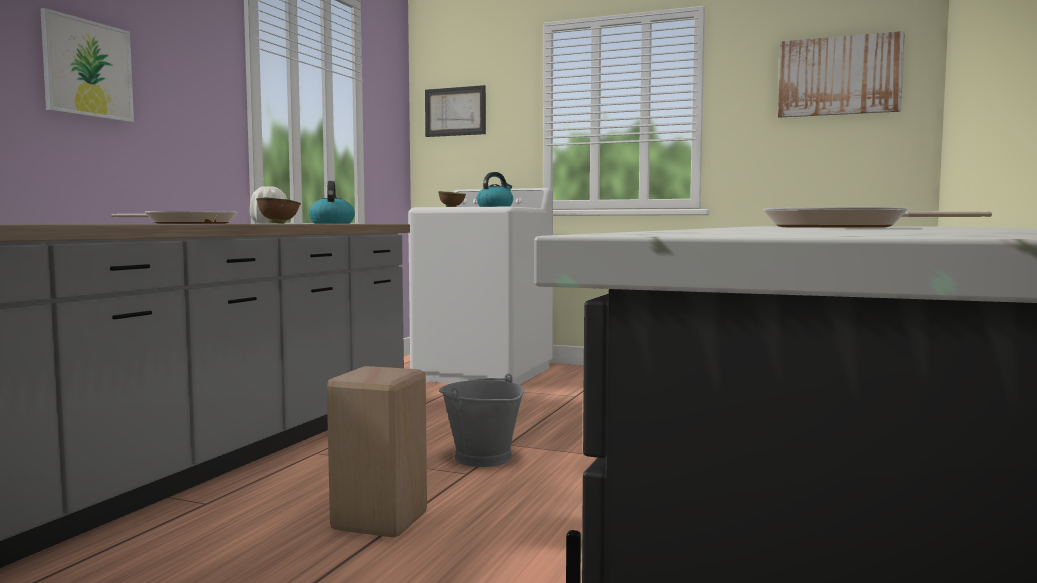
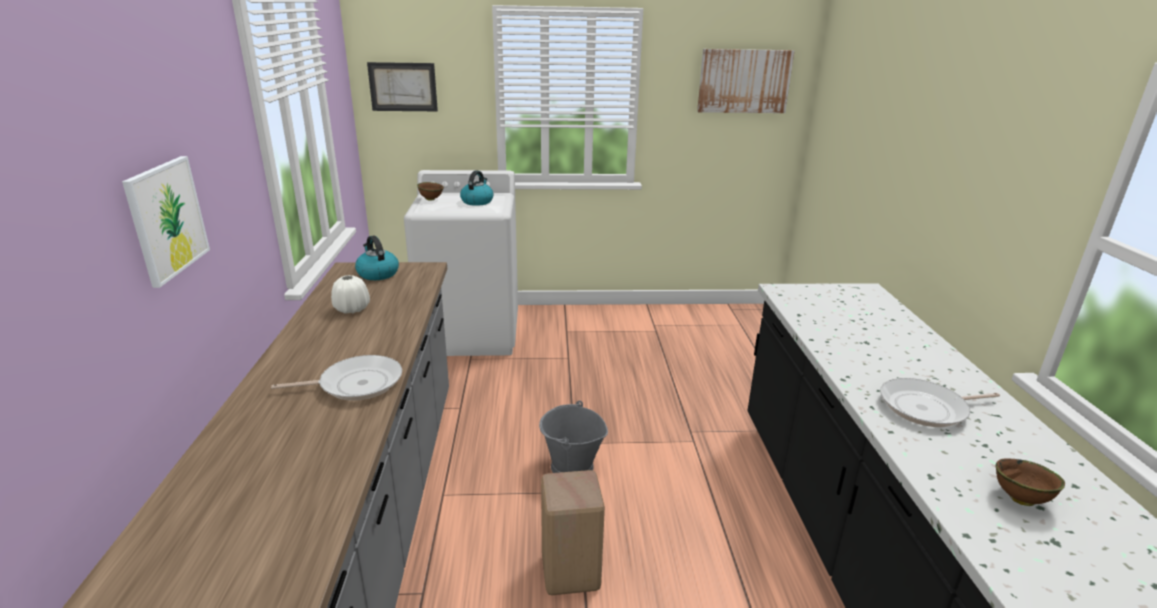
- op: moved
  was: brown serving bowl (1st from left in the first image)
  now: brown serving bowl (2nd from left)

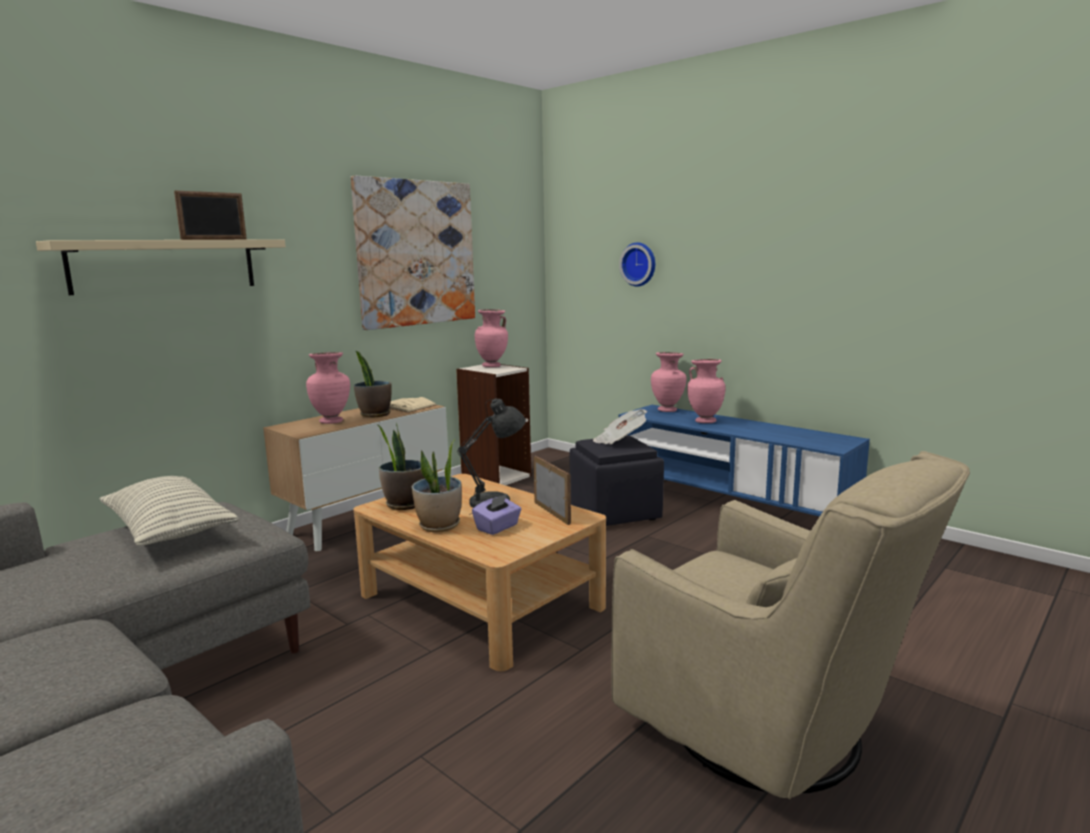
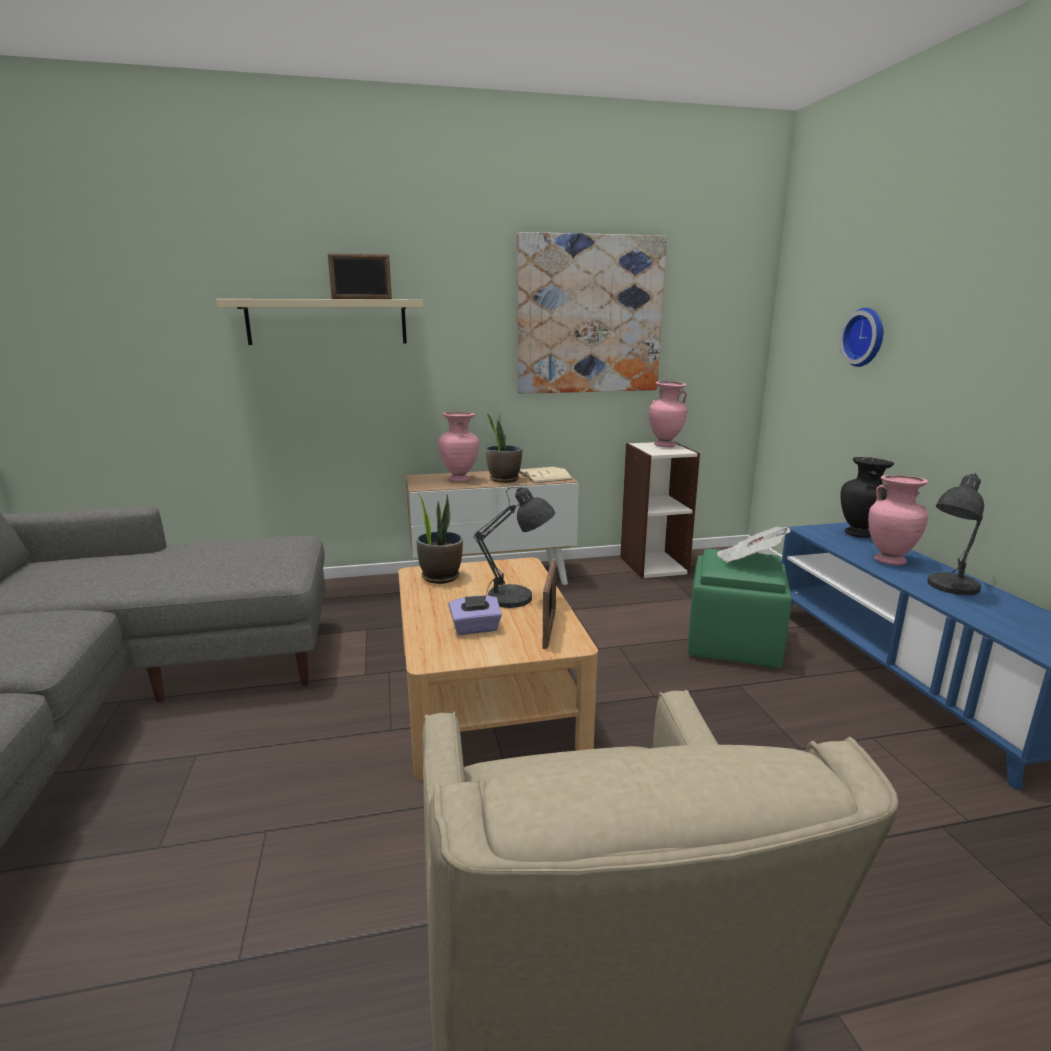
- op: removed
  was: cushion
- op: removed
  was: plant in a pot (3rd from left)
- op: recoloured
  was: black-coloured ottoman
  now: green ottoman
- op: recoloured
  was: pink-coloured decorative vase (3rd from left)
  now: black-coloured decorative vase
- op: added
  now: gray table lamp (2nd from left)

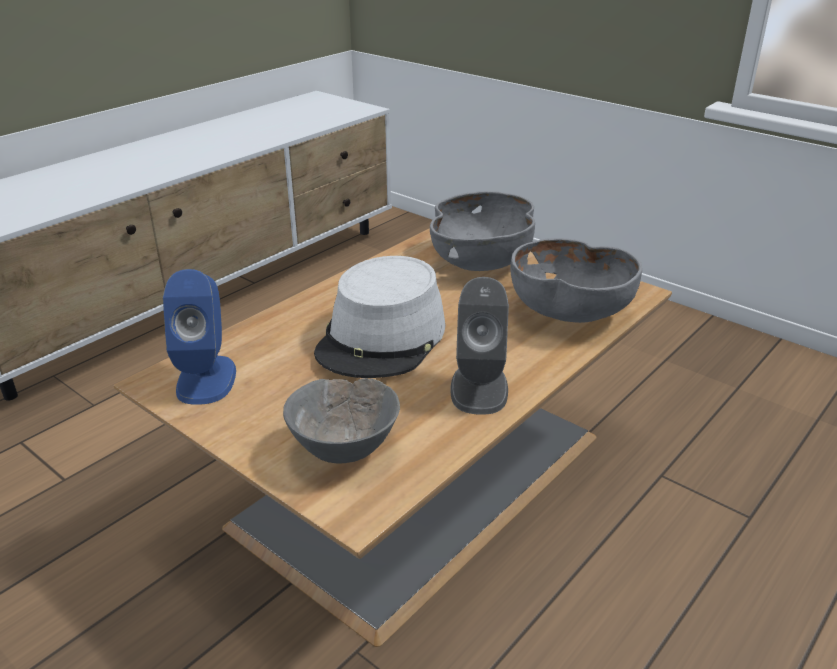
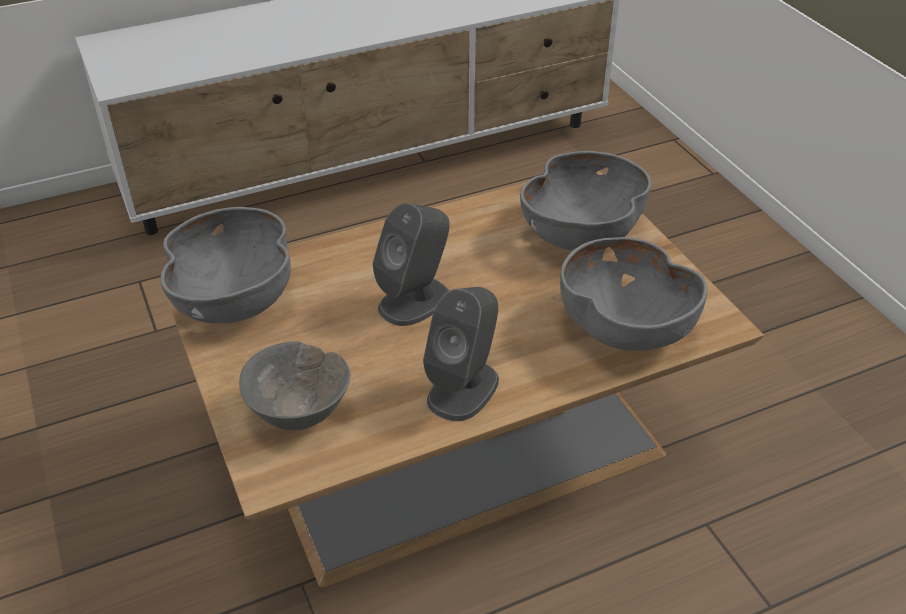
- op: replaced
  was: blue-coloured speaker
  now: gray serving bowl (1st from left)
- op: replaced
  was: gray clothing hat
  now: gray speaker (1st from left)

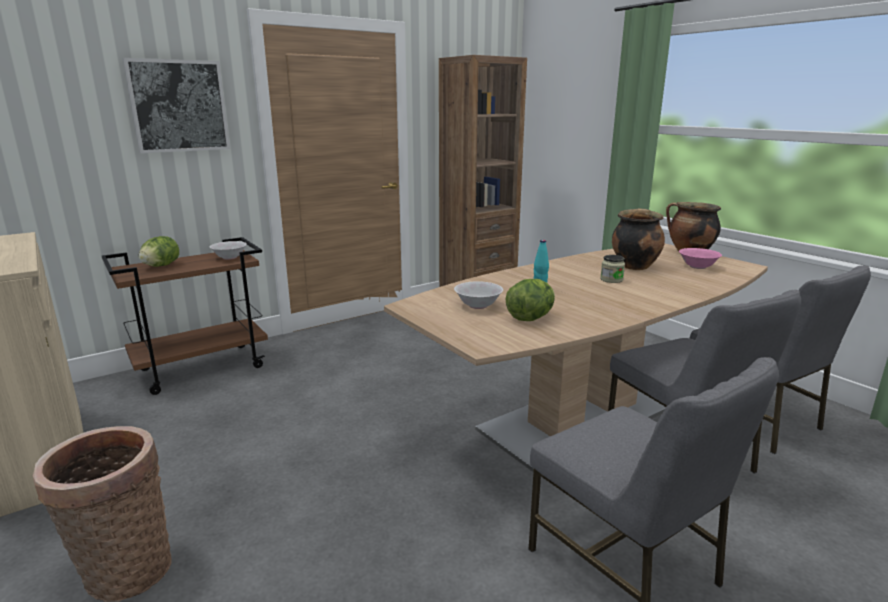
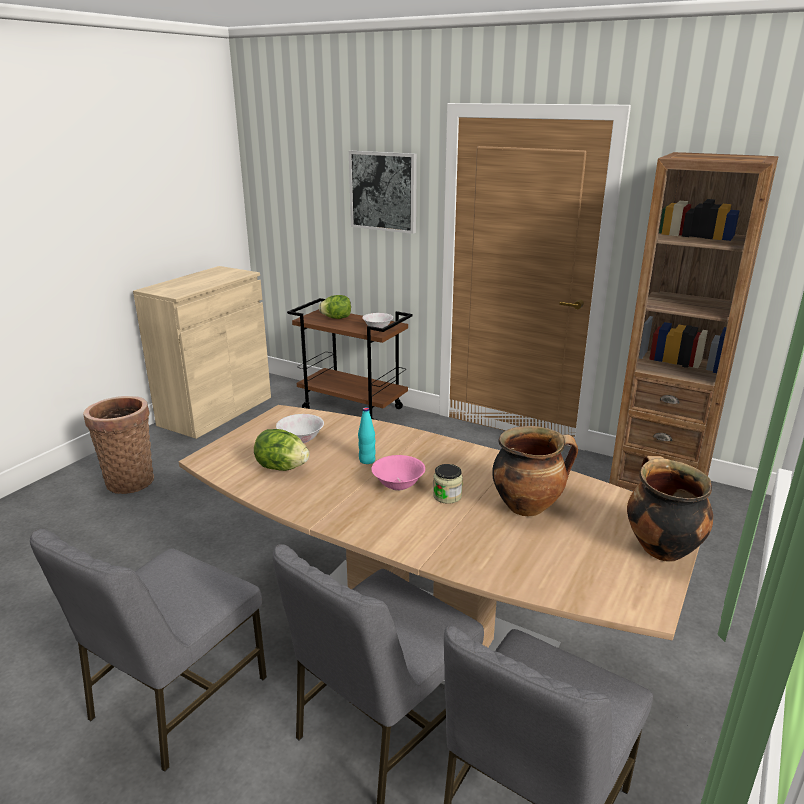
- op: moved
  was: pink-coloured serving bowl

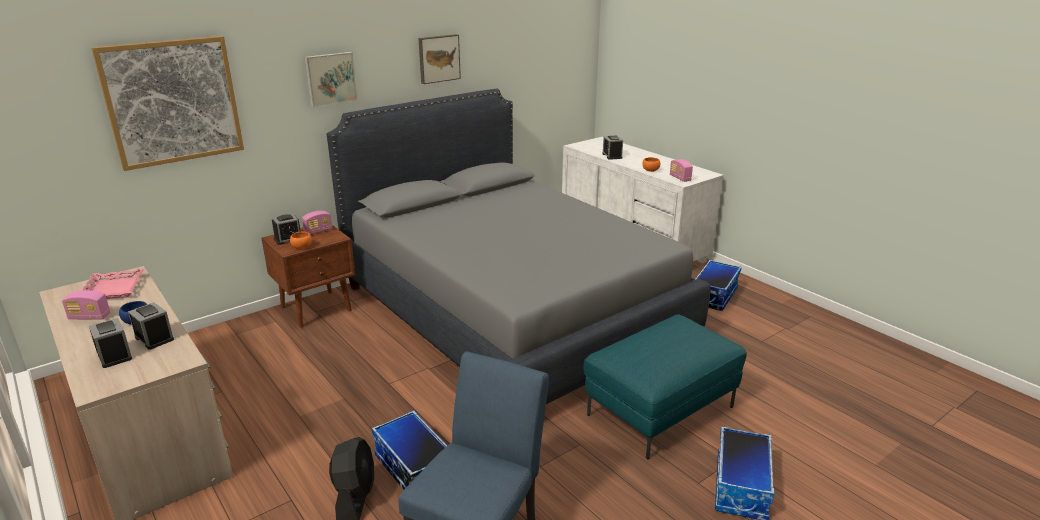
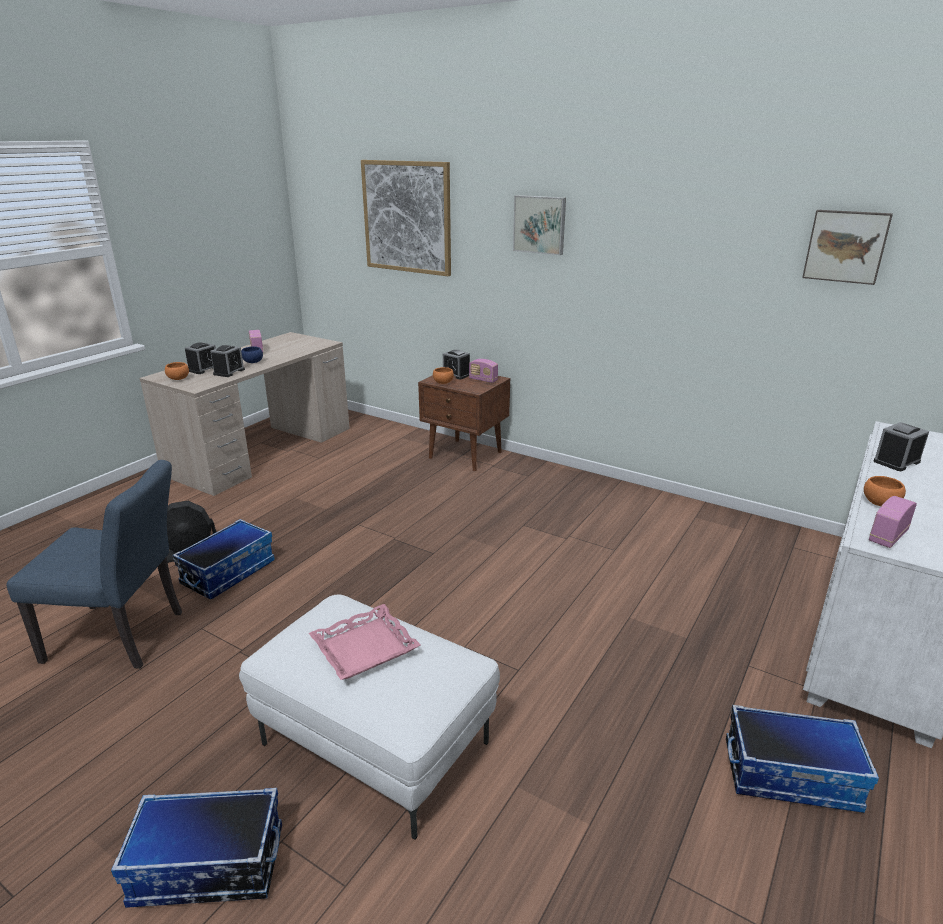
- op: moved
  was: pink-coloured tray
- op: removed
  was: gray bedroom bed
- op: moved
  was: wall art (3rd from left)
- op: recoloured
  was: turquoise ottoman
  now: whitish ottoman
- op: added
  now: orange serving bowl (1st from left)

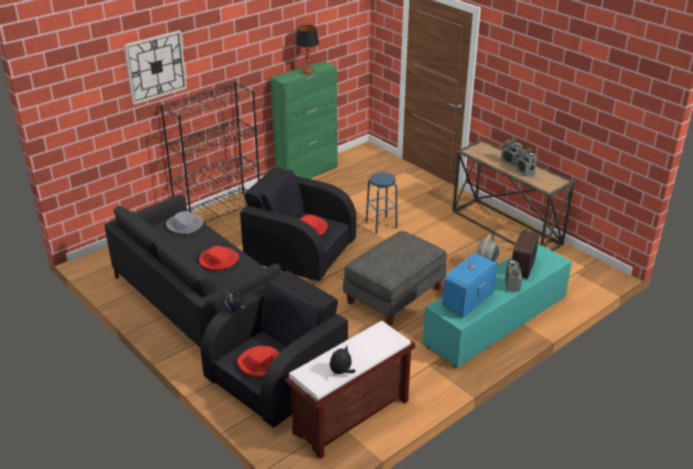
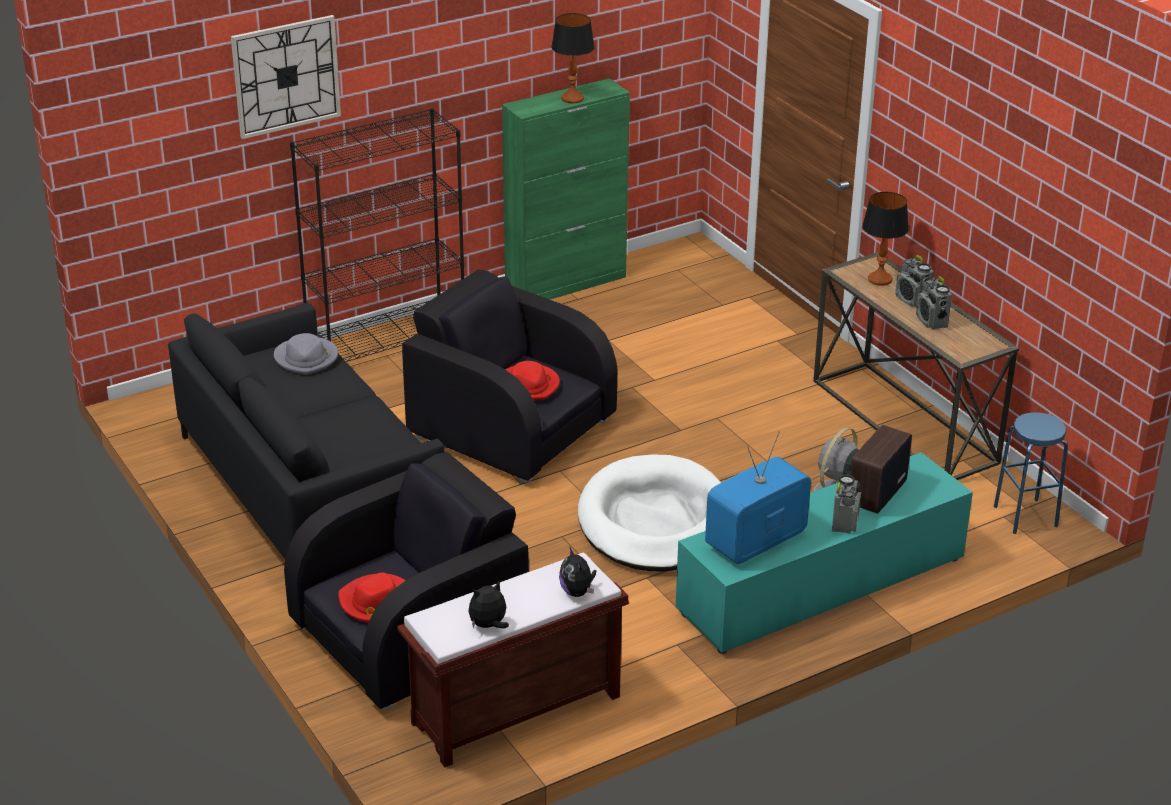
- op: removed
  was: red clothing hat (1st from left)
- op: moved
  was: plush toy (1st from left in the first image)
  now: plush toy (2nd from left)
- op: replaced
  was: gray ottoman
  now: whitish dog cushion
- op: moved
  was: blue-coloured sitting stool
- op: added
  now: table lamp (2nd from left)

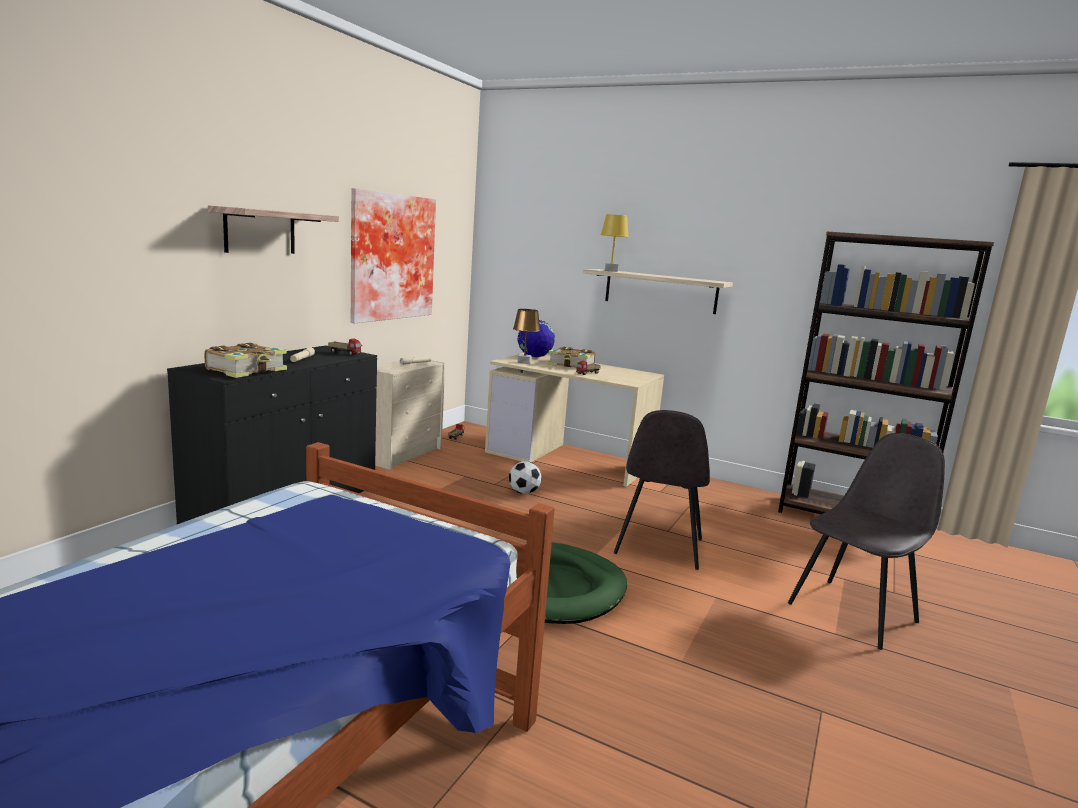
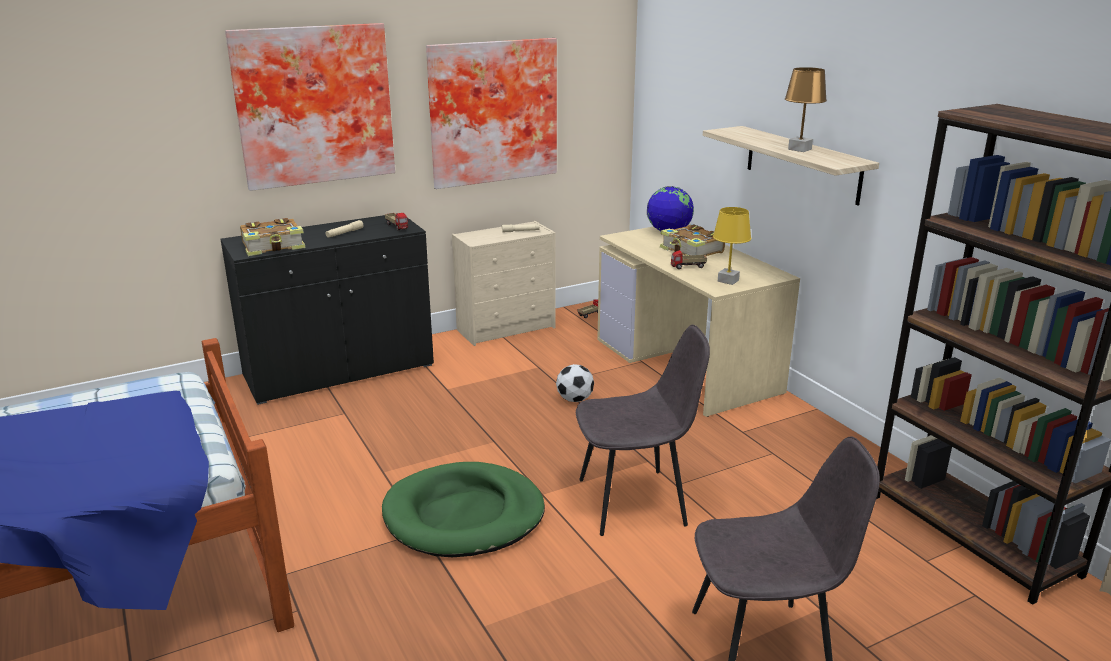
- op: replaced
  was: shelf (1st from left)
  now: wall art (1st from left)
- op: moved
  was: brown table lamp
- op: moved
  was: yellow table lamp
- op: turned
  was: gray plain chair (1st from left)
  clockwise: -150

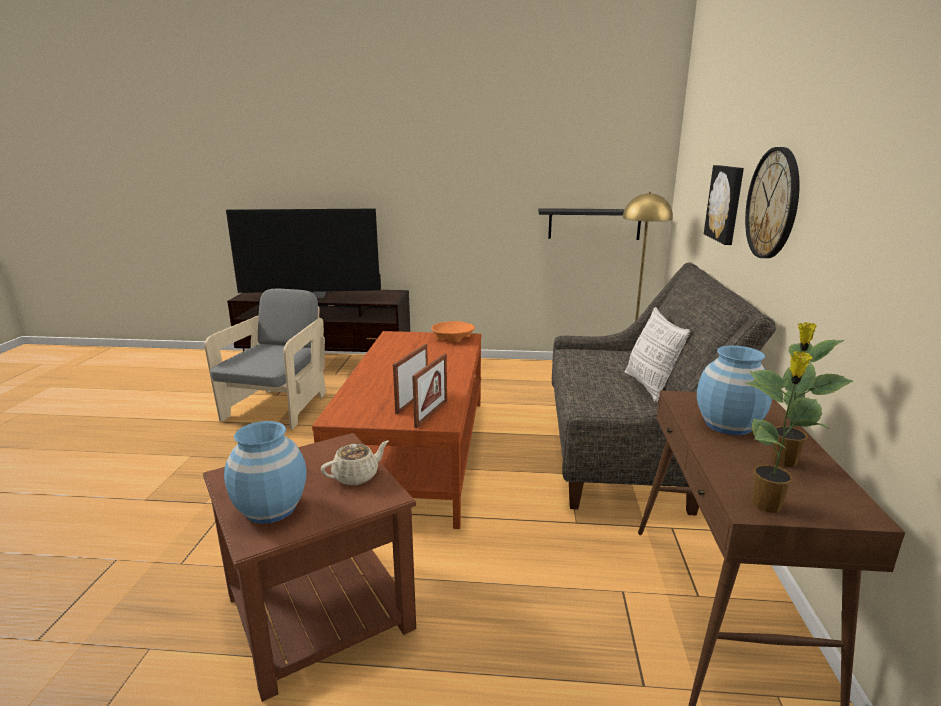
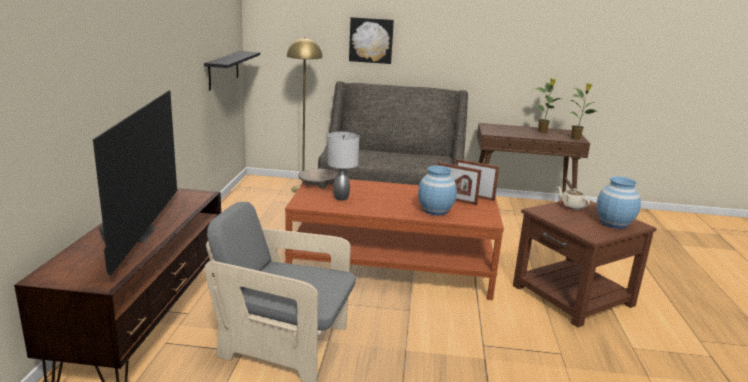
- op: recoloured
  was: orange serving bowl
  now: beige serving bowl
- op: removed
  was: cushion
- op: moved
  was: blue-coloured decorative vase (2nd from left in the first image)
  now: blue-coloured decorative vase (1st from left)
- op: removed
  was: wall clock
- op: added
  now: gray table lamp

